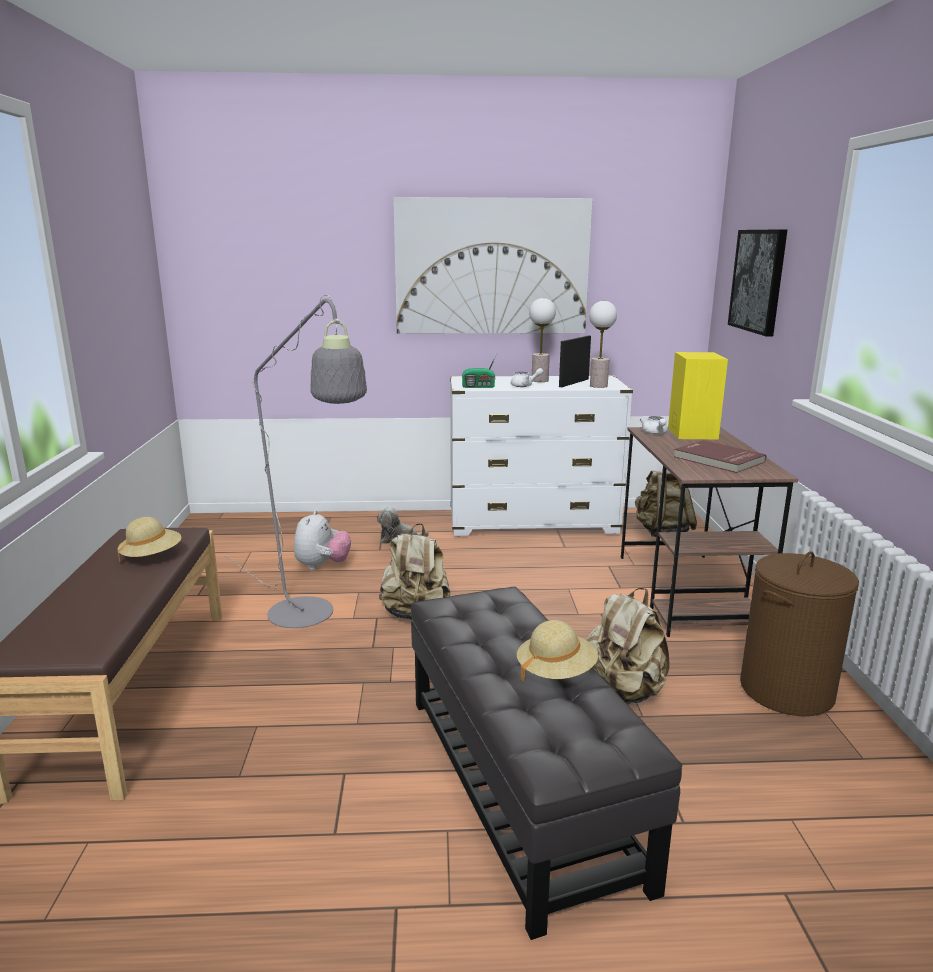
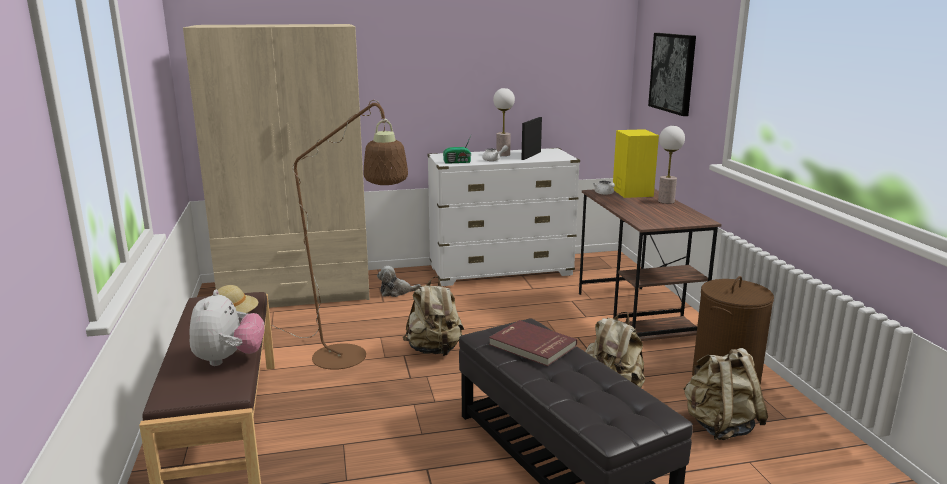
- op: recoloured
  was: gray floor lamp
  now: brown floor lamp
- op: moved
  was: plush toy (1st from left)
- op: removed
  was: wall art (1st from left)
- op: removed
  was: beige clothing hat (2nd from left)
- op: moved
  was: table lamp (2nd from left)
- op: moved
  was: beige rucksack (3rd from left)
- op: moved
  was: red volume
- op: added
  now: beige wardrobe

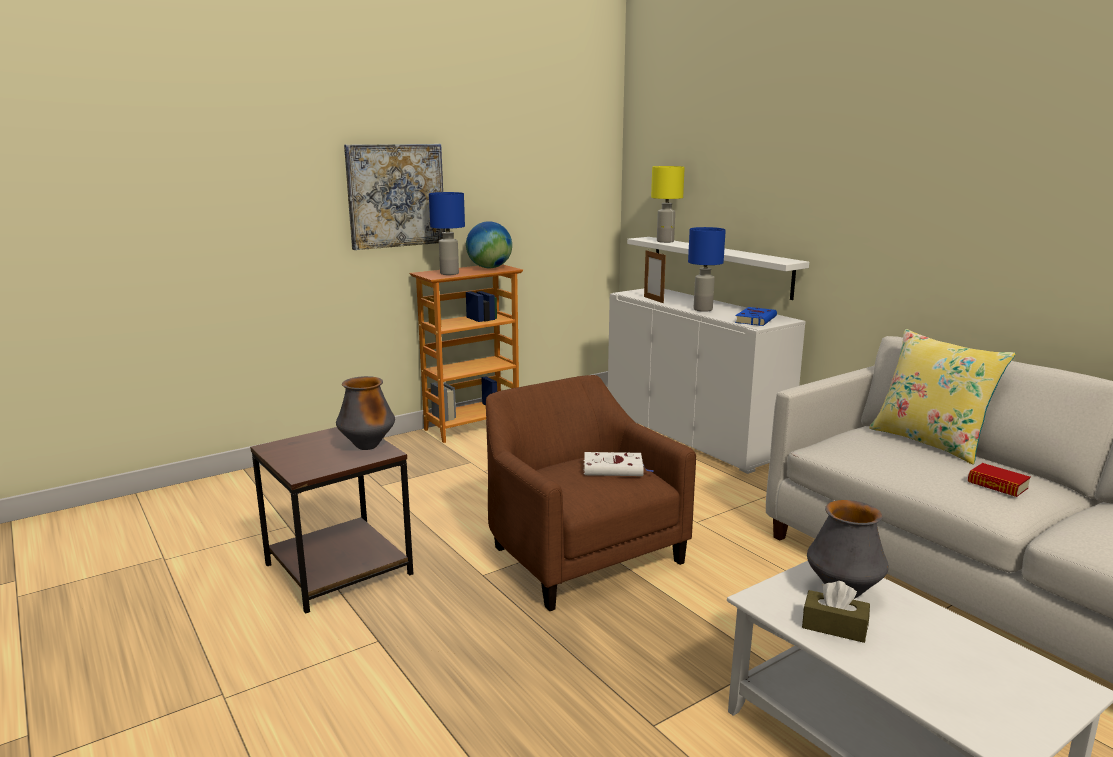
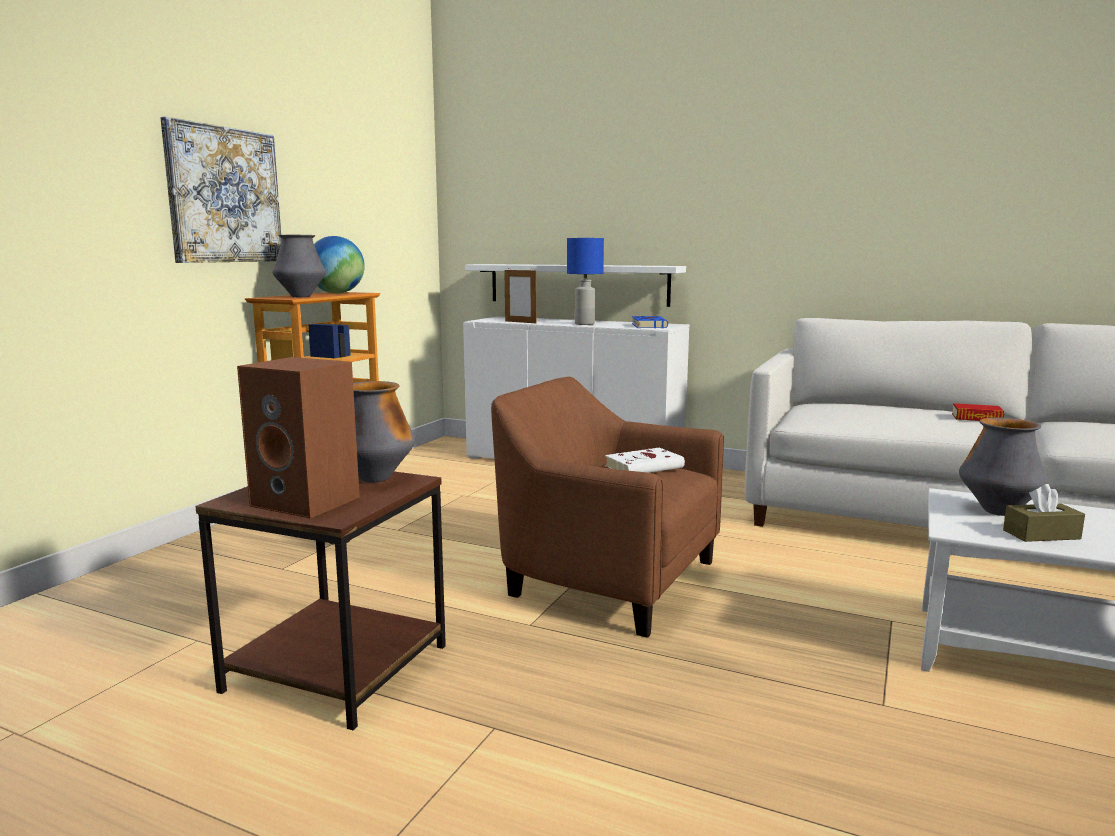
- op: replaced
  was: blue-coloured table lamp (1st from left)
  now: decorative vase (1st from left)
- op: removed
  was: yellow table lamp
- op: removed
  was: yellow cushion
- op: added
  now: brown speaker

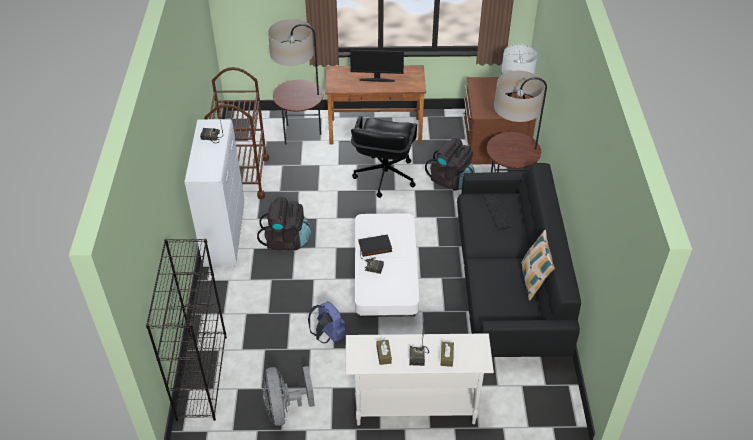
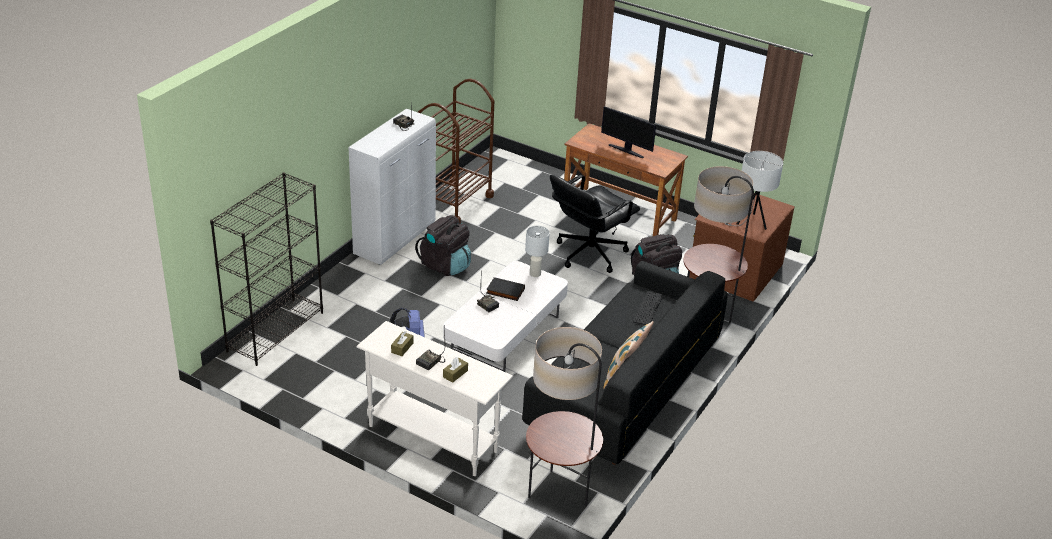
- op: removed
  was: gray electric fan
- op: moved
  was: floor lamp (1st from left)
- op: added
  now: whitish table lamp (1st from left)

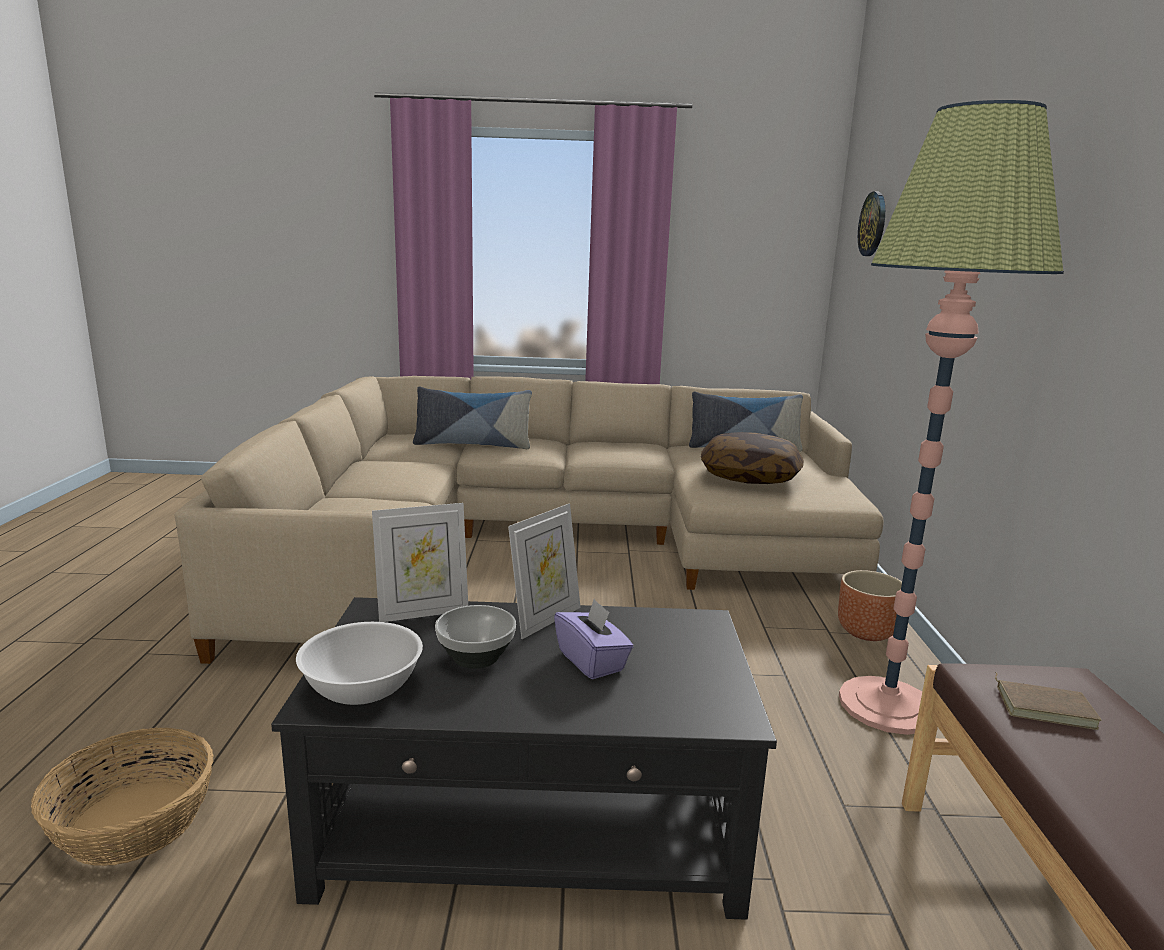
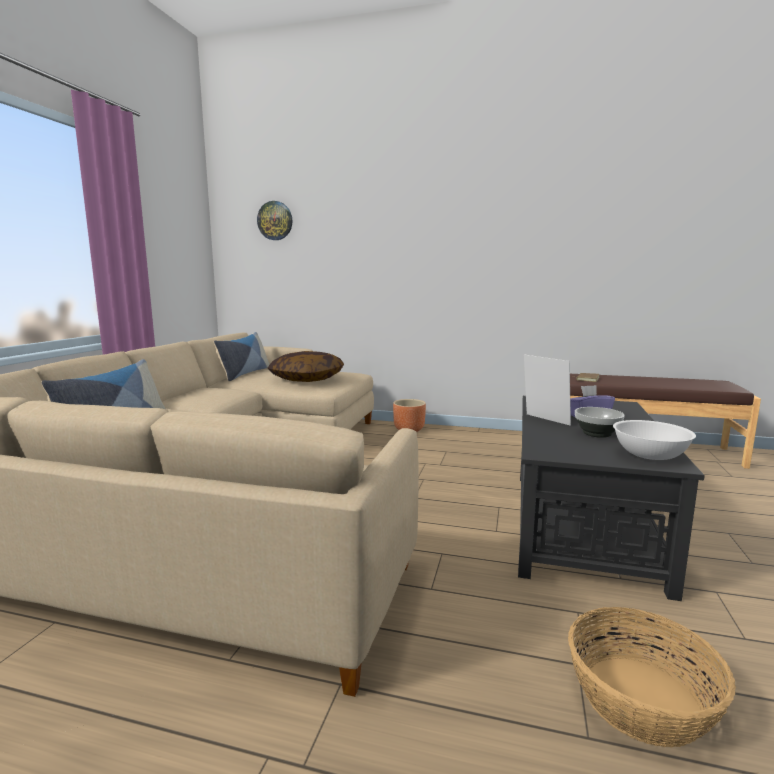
- op: removed
  was: picture frame (1st from left)
- op: removed
  was: floor lamp

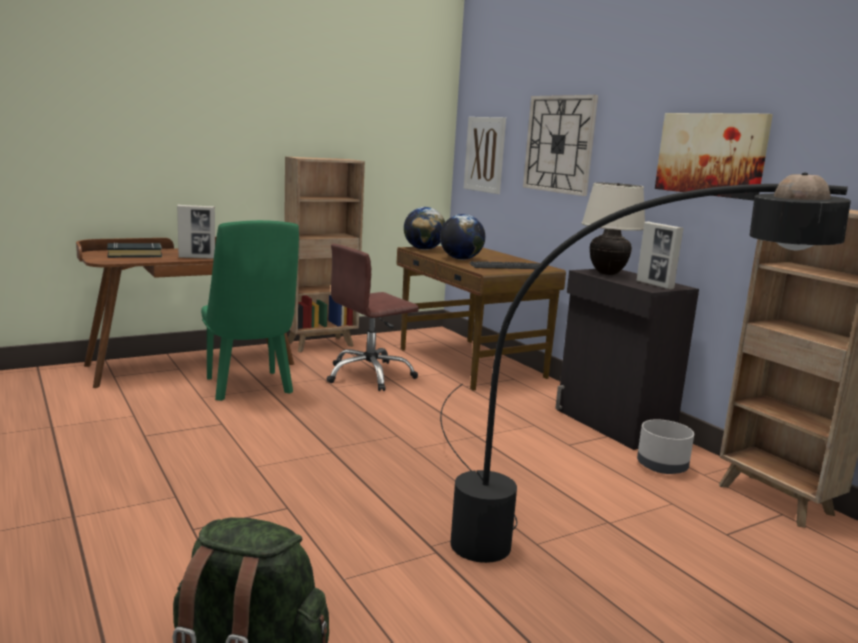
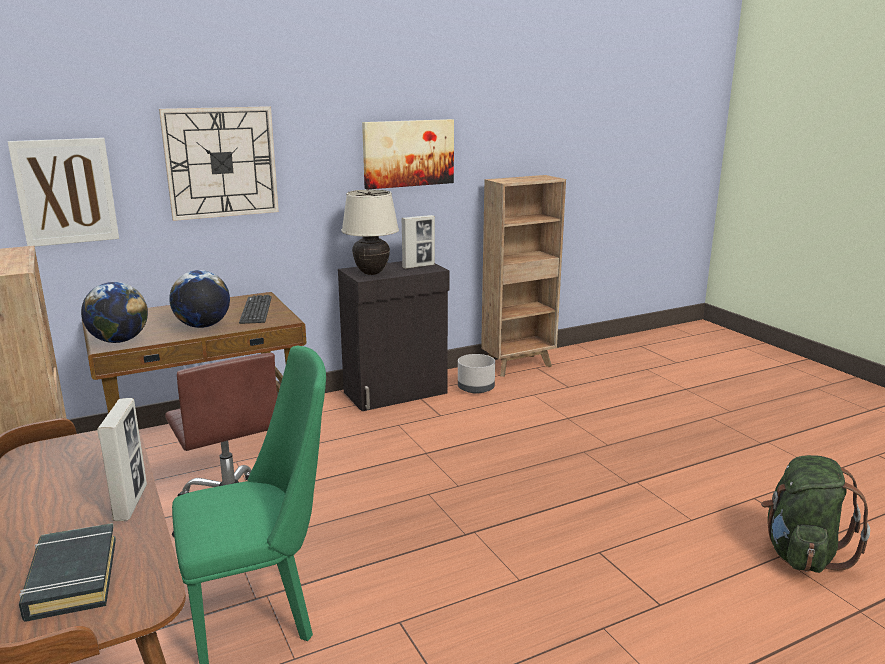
- op: removed
  was: black-coloured floor lamp

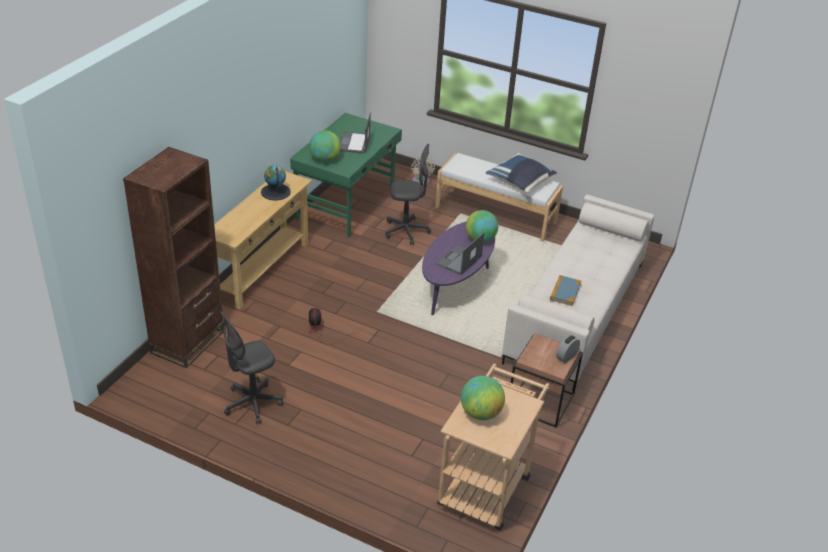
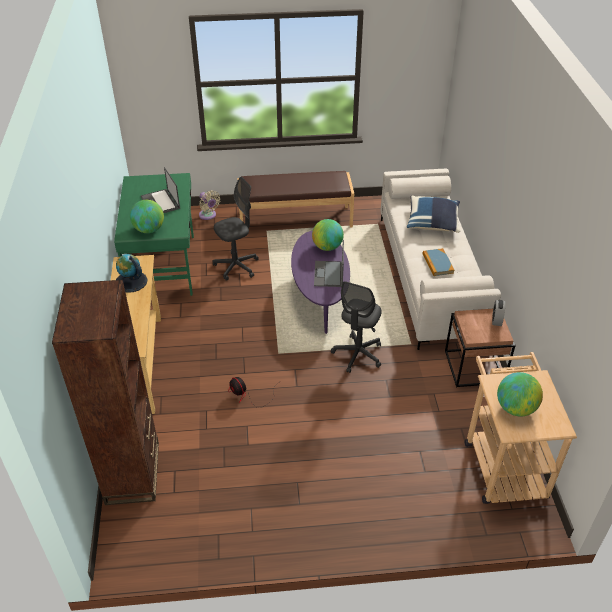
- op: moved
  was: gray desk chair (1st from left in the first image)
  now: gray desk chair (2nd from left)
- op: recoloured
  was: whitish long seat
  now: brown long seat
- op: moved
  was: blue-coloured cushion

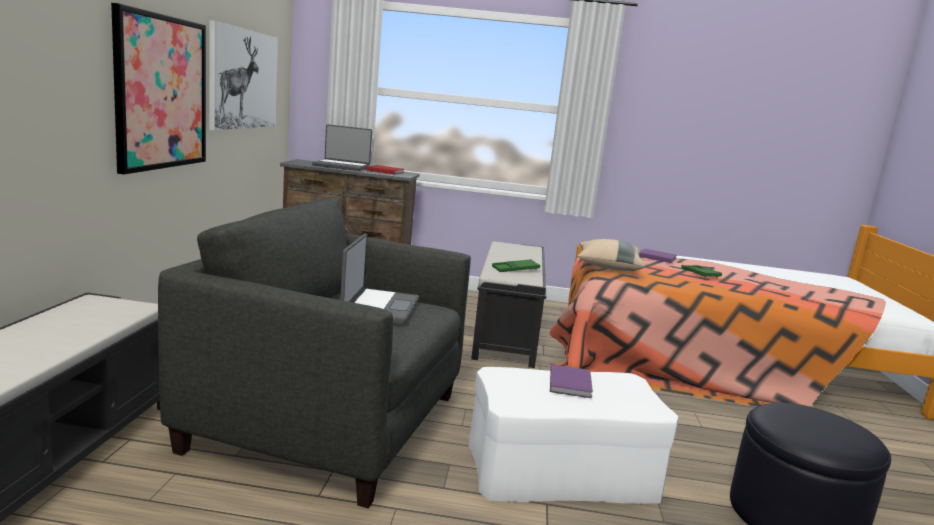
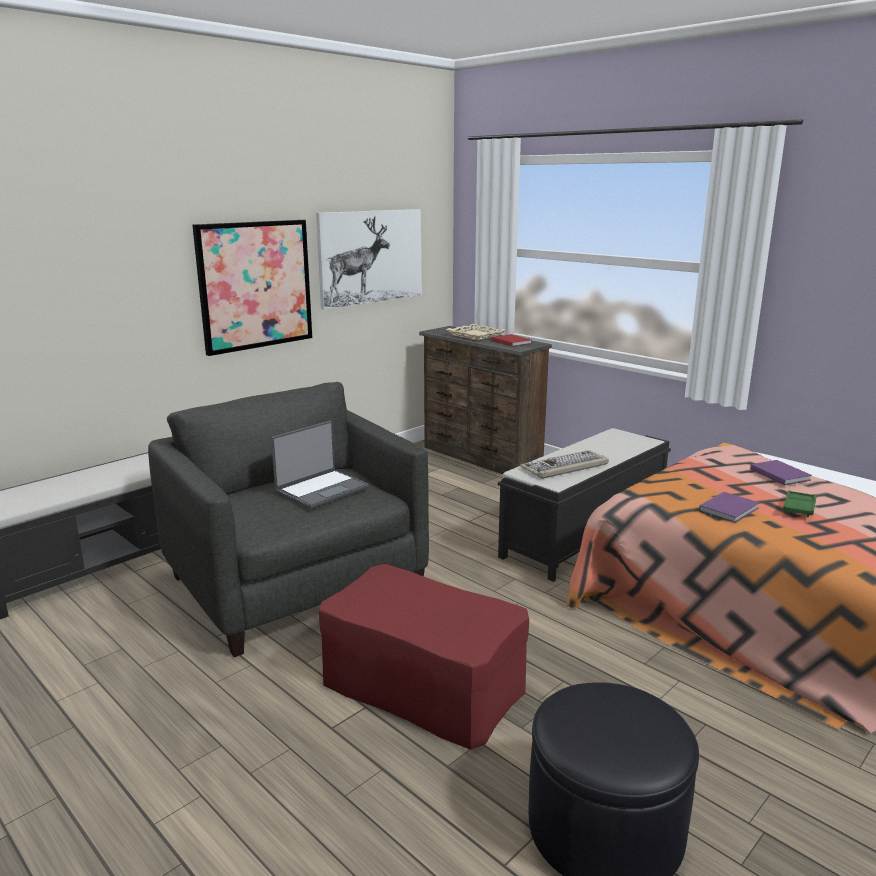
- op: replaced
  was: notebook computer (1st from left)
  now: beige tray
- op: recoloured
  was: whitish ottoman
  now: red ottoman
- op: replaced
  was: green tray (1st from left)
  now: keyboard
- op: moved
  was: purplish volume (1st from left)
- op: removed
  was: beige cushion

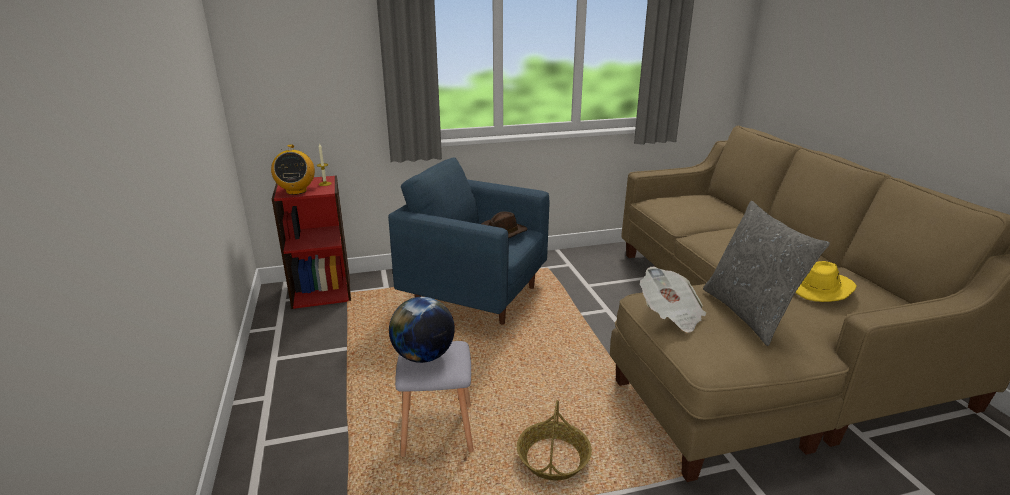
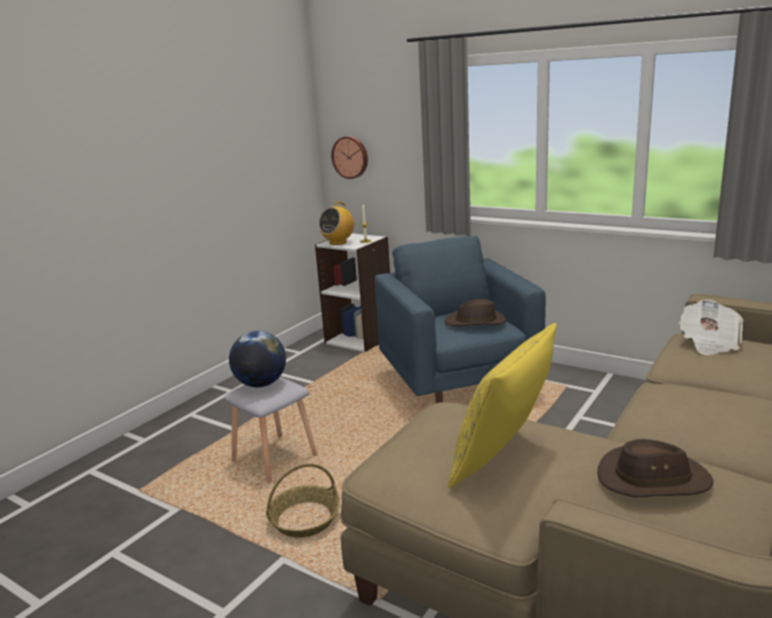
- op: recoloured
  was: red shelving unit
  now: whitish shelving unit
- op: moved
  was: daily paper
- op: recoloured
  was: gray cushion
  now: yellow cushion
- op: recoloured
  was: yellow clothing hat
  now: brown clothing hat (2nd from left)
- op: added
  now: wall clock

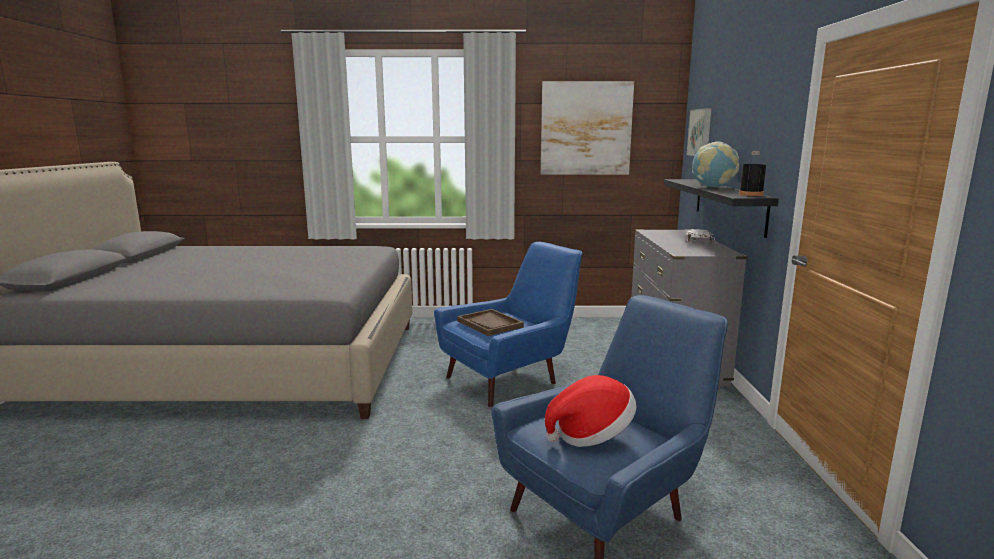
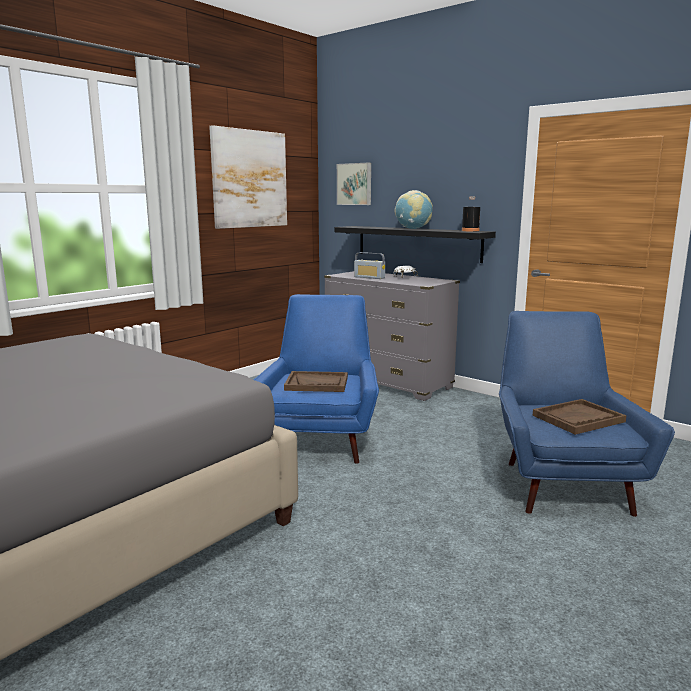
- op: replaced
  was: clothing hat
  now: brown tray (2nd from left)
- op: added
  now: radio

